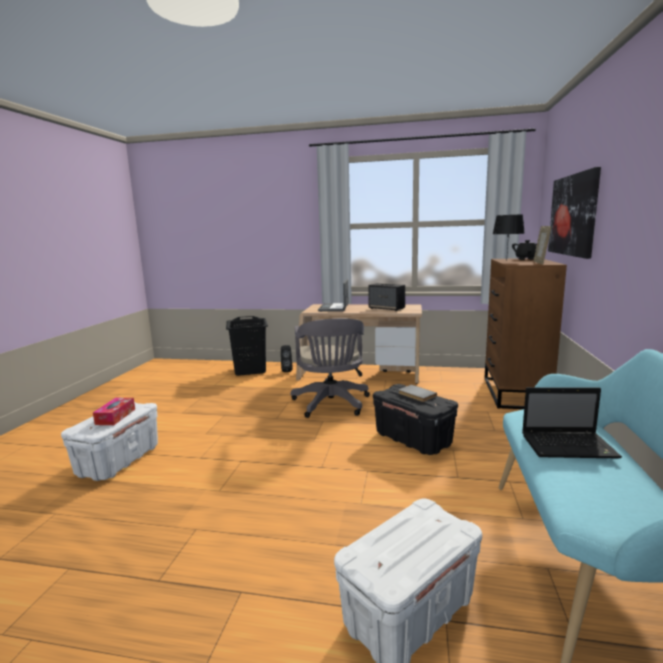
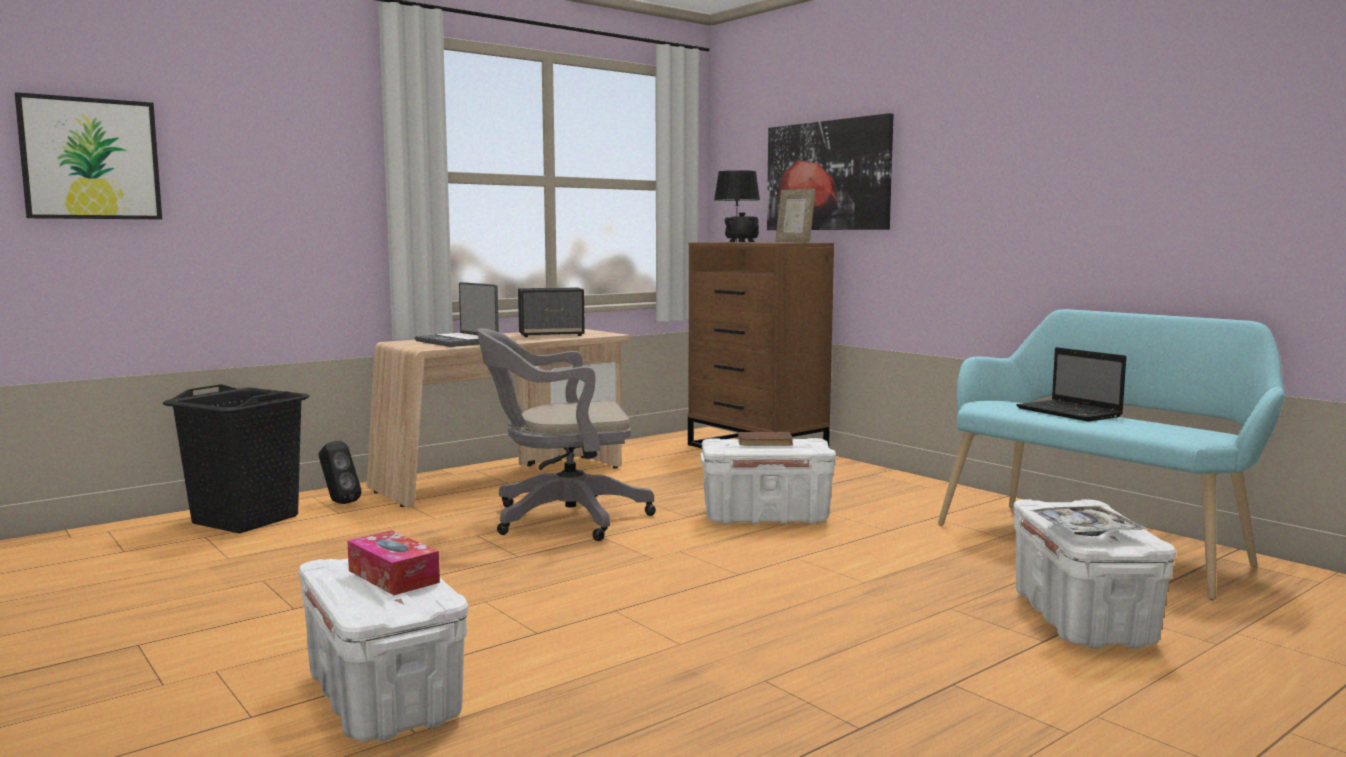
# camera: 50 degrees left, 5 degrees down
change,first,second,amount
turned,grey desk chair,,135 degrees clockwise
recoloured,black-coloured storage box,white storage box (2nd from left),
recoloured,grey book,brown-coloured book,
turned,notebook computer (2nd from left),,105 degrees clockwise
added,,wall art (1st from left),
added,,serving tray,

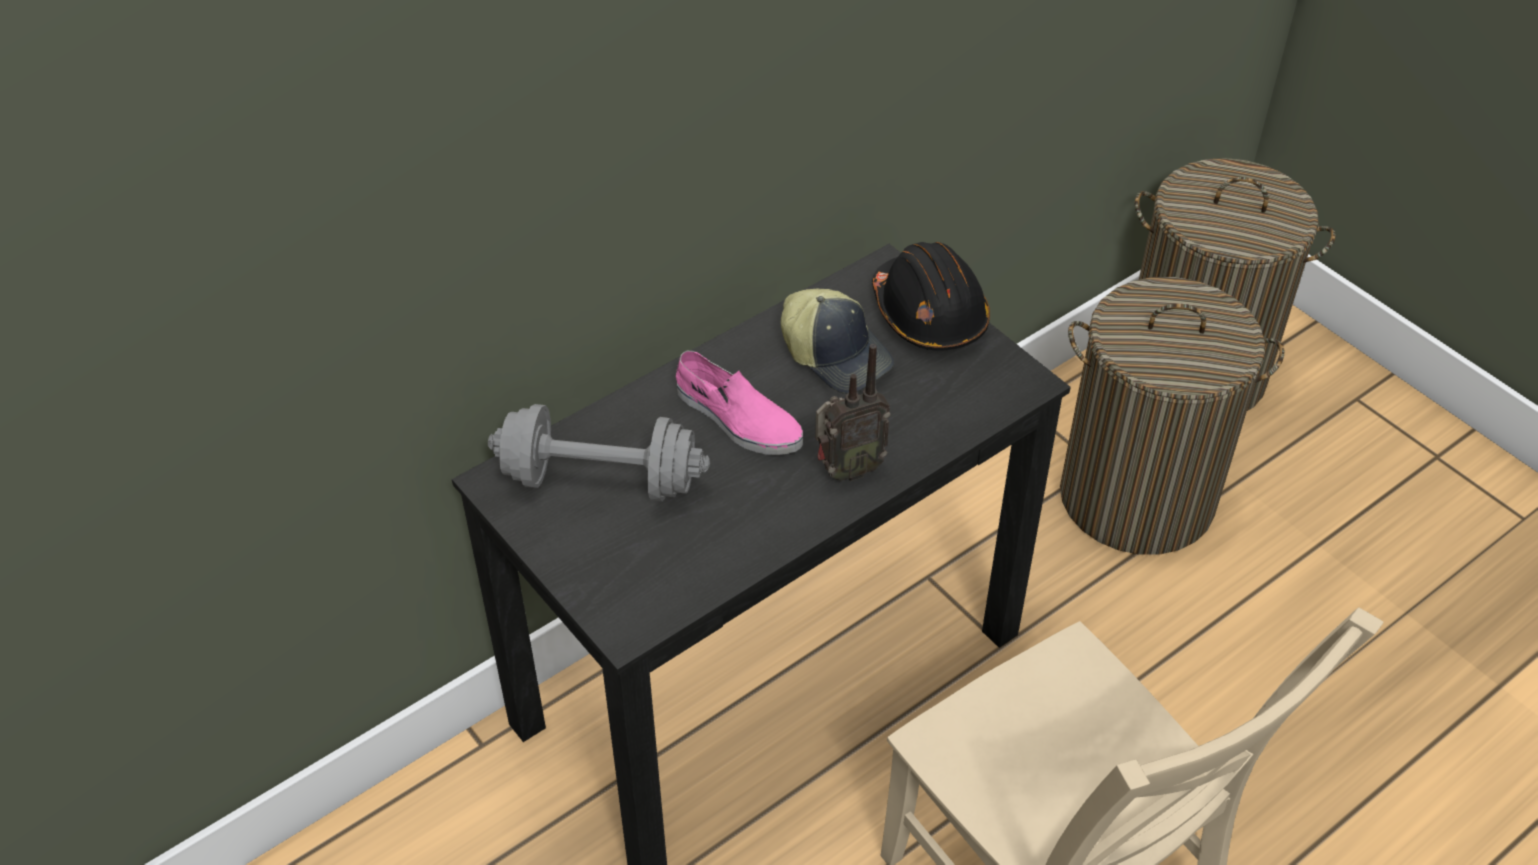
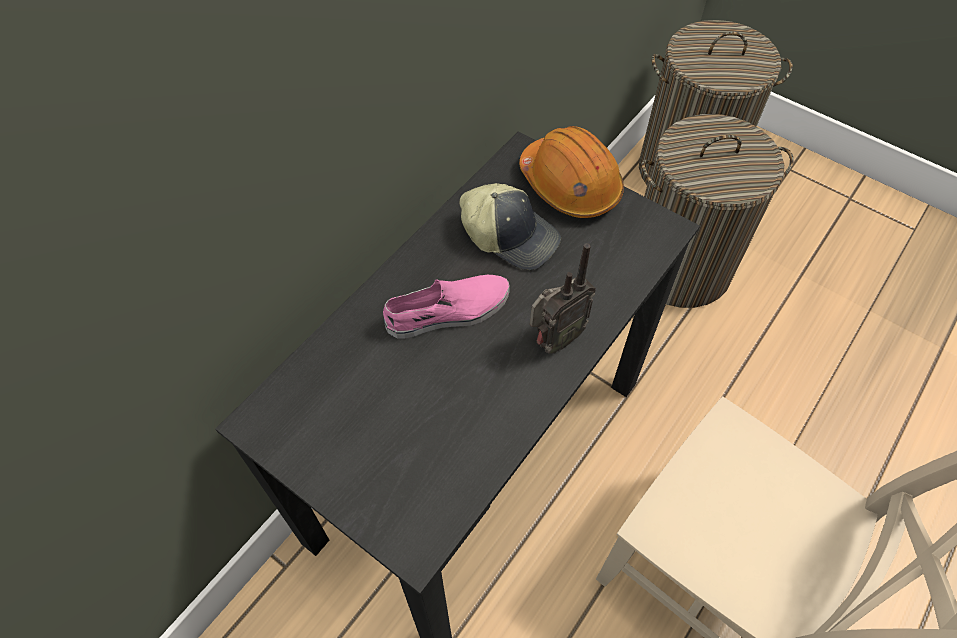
# camera: 15 degrees left, 10 degrees up
change,first,second,amount
recoloured,black-coloured work helmet,orange-coloured work helmet,
turned,pink low shoe,,45 degrees counterclockwise
removed,grey free weight,,

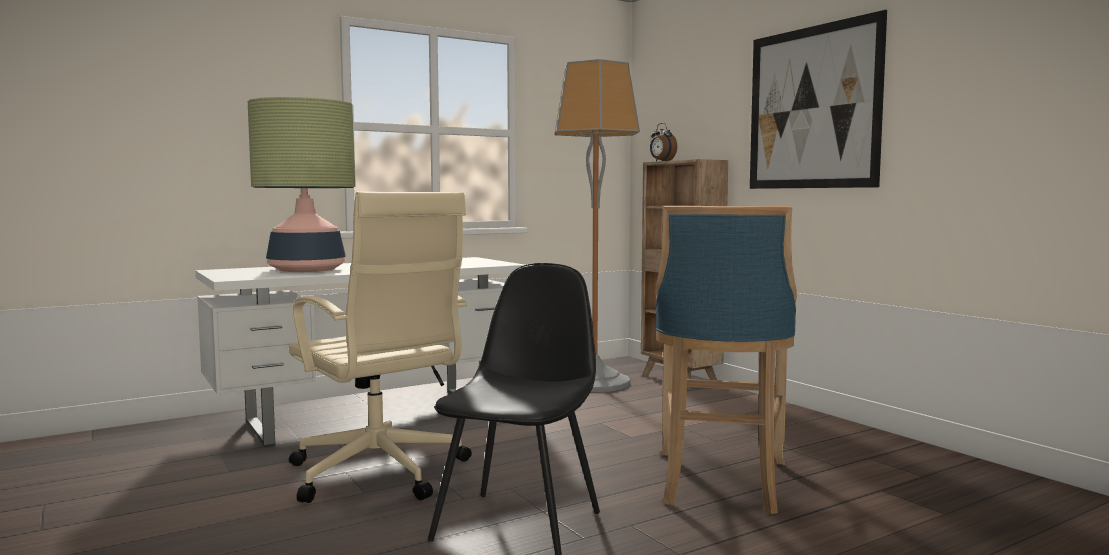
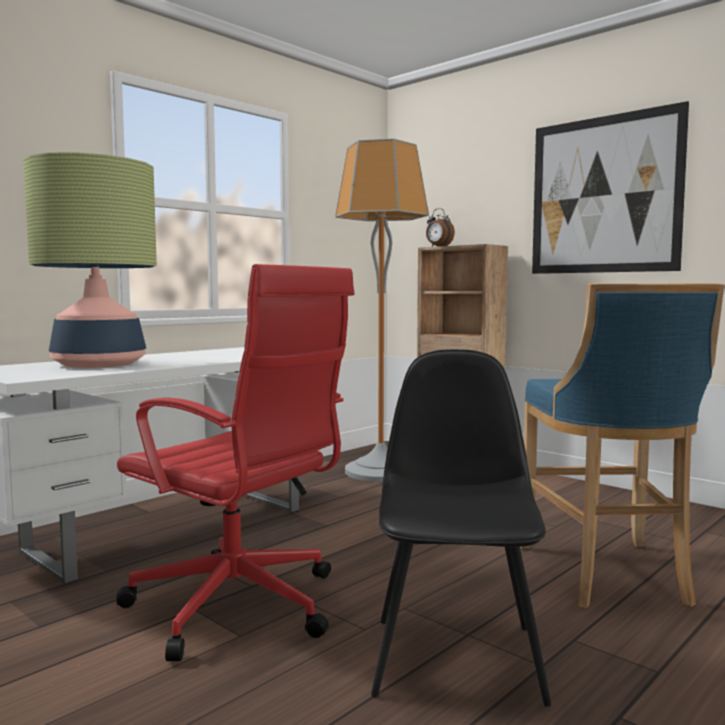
# camera: 15 degrees left, 0 degrees up
change,first,second,amount
recoloured,beige desk chair,reddish desk chair,

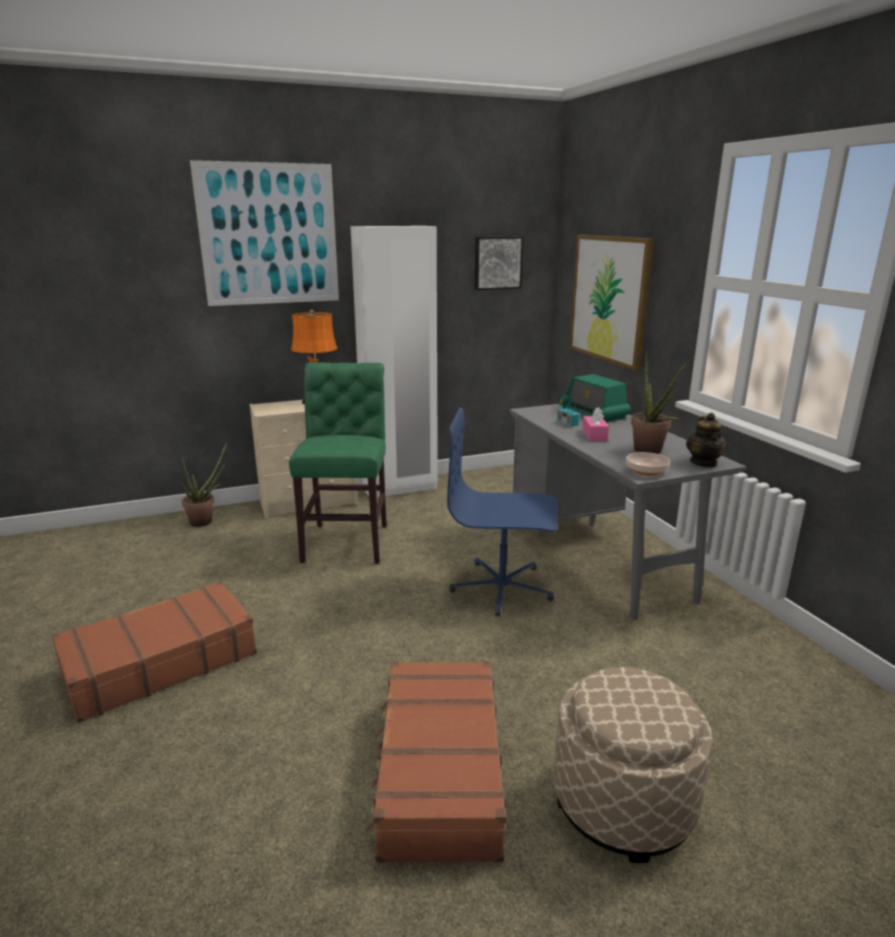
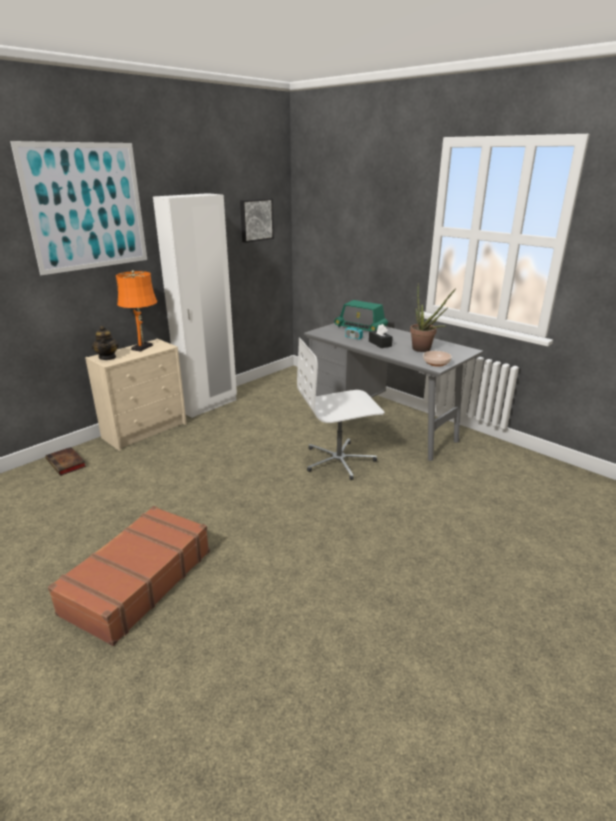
# camera: 25 degrees left, 5 degrees up
change,first,second,amount
removed,wall art (3rd from left),,
removed,greenish plain chair,,
recoloured,pink tissue holder,black-coloured tissue holder,
recoloured,bluish desk chair,white desk chair,
moved,pot for tea,,
replaced,houseplant (1st from left),book,
removed,brown-coloured suitcase (2nd from left),,
removed,beige pouffe,,

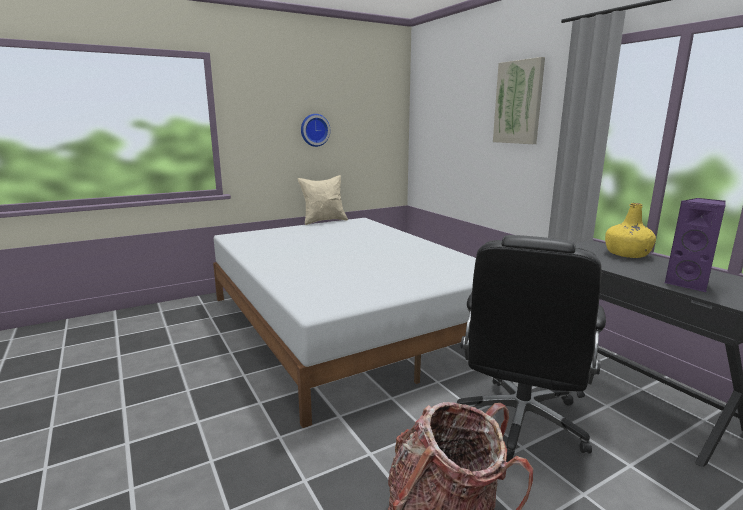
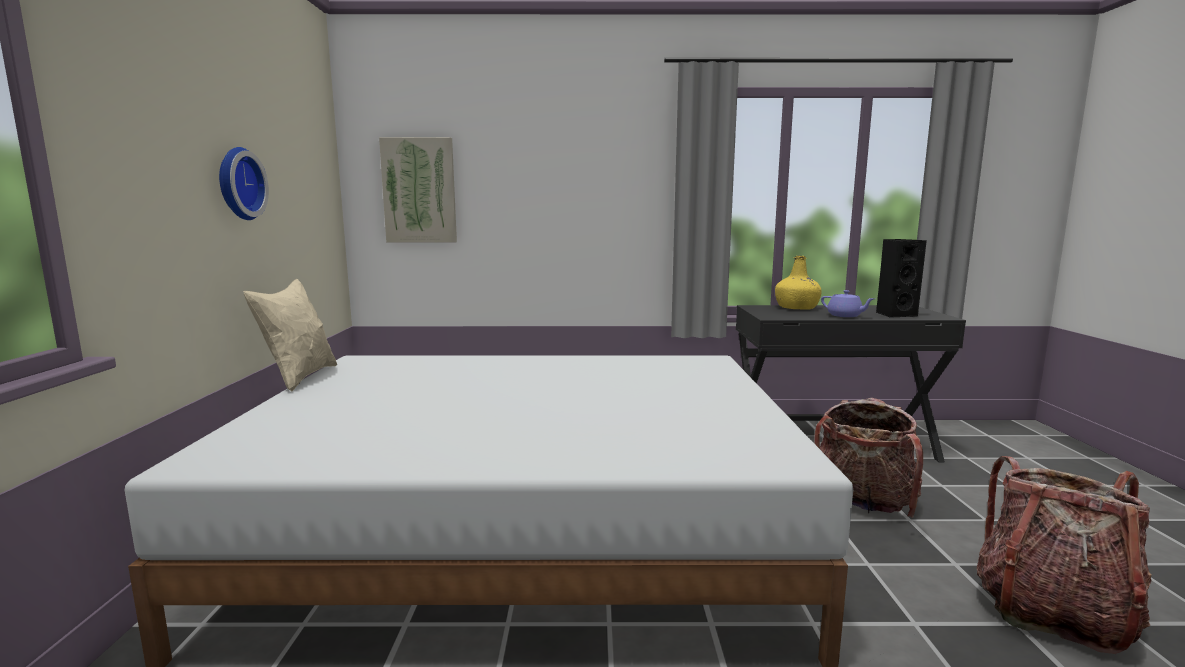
# camera: 60 degrees left, 5 degrees down
change,first,second,amount
moved,wall art,,
recoloured,purple-coloured audio speaker,black-coloured audio speaker,
replaced,black-coloured desk chair,rucksack (1st from left),
added,,purple-coloured pot for tea,

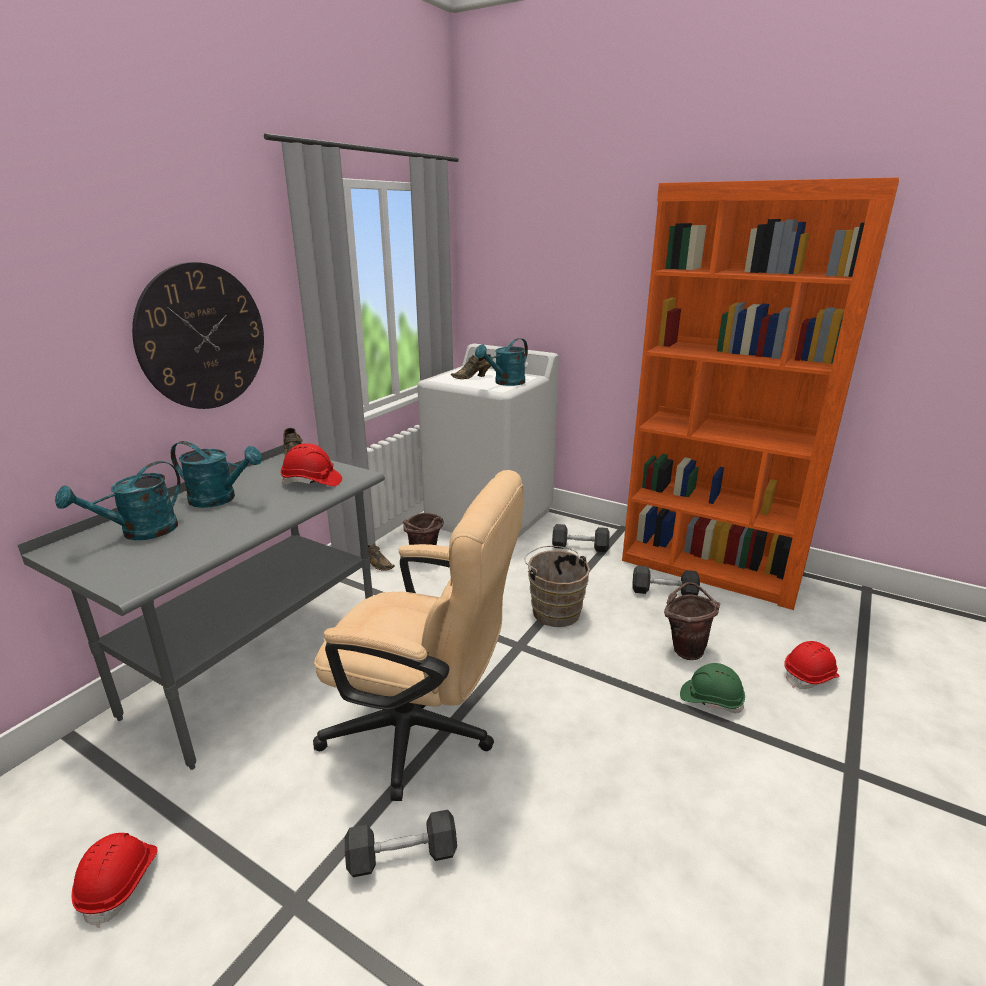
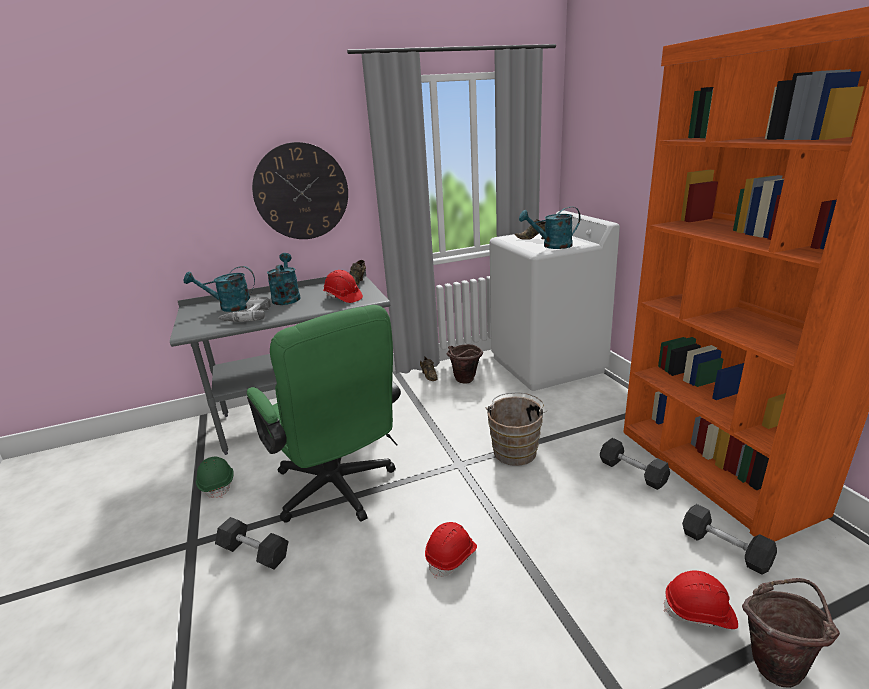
# camera: 40 degrees right, 0 degrees up
change,first,second,amount
turned,turquoise sprinkling can (2nd from left),,150 degrees counterclockwise
recoloured,beige desk chair,greenish desk chair,
moved,grey free weight (2nd from left in the first image),grey free weight (3rd from left),
moved,brown-coloured bucket (3rd from left),,
moved,greenish work helmet,,
moved,reddish work helmet (1st from left in the first image),reddish work helmet (2nd from left),
added,,electric drill,

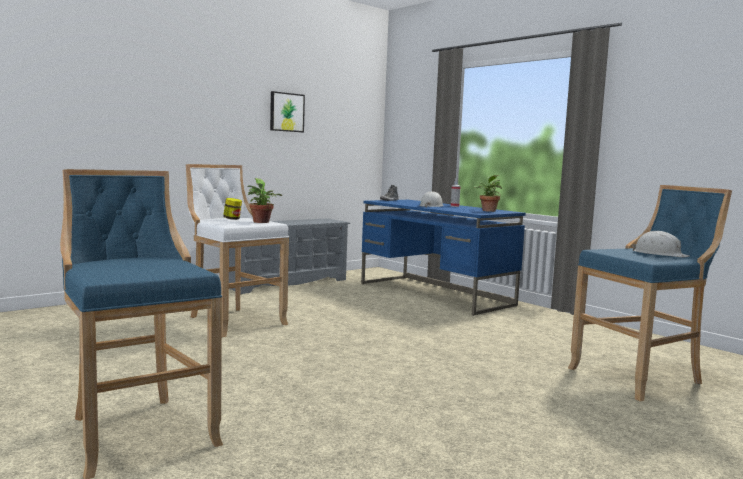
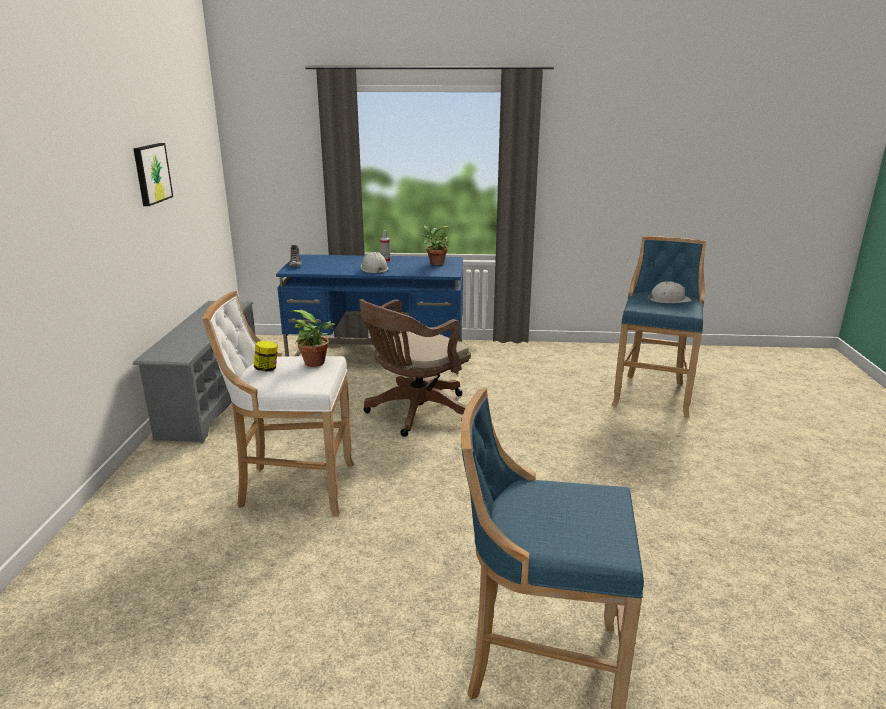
# camera: 45 degrees left, 15 degrees up
change,first,second,amount
added,,brown-coloured desk chair,

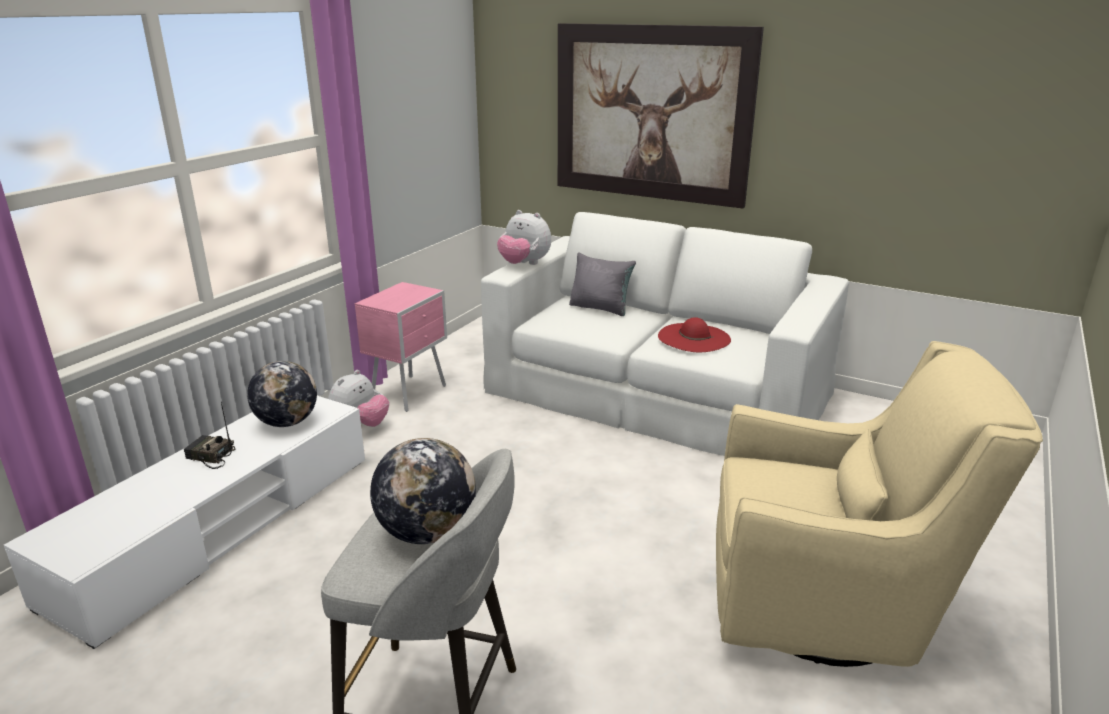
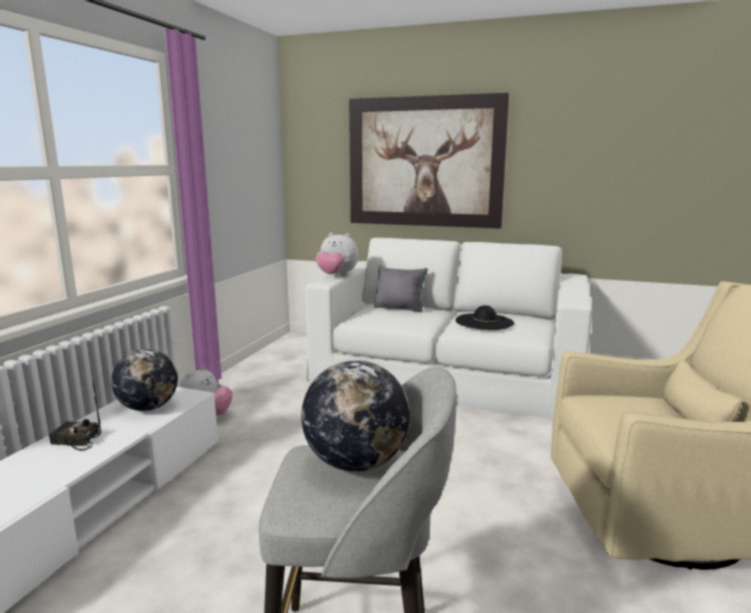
# camera: 10 degrees left, 10 degrees down
change,first,second,amount
removed,pink nightstand,,
recoloured,reddish wearable hat,black-coloured wearable hat,

